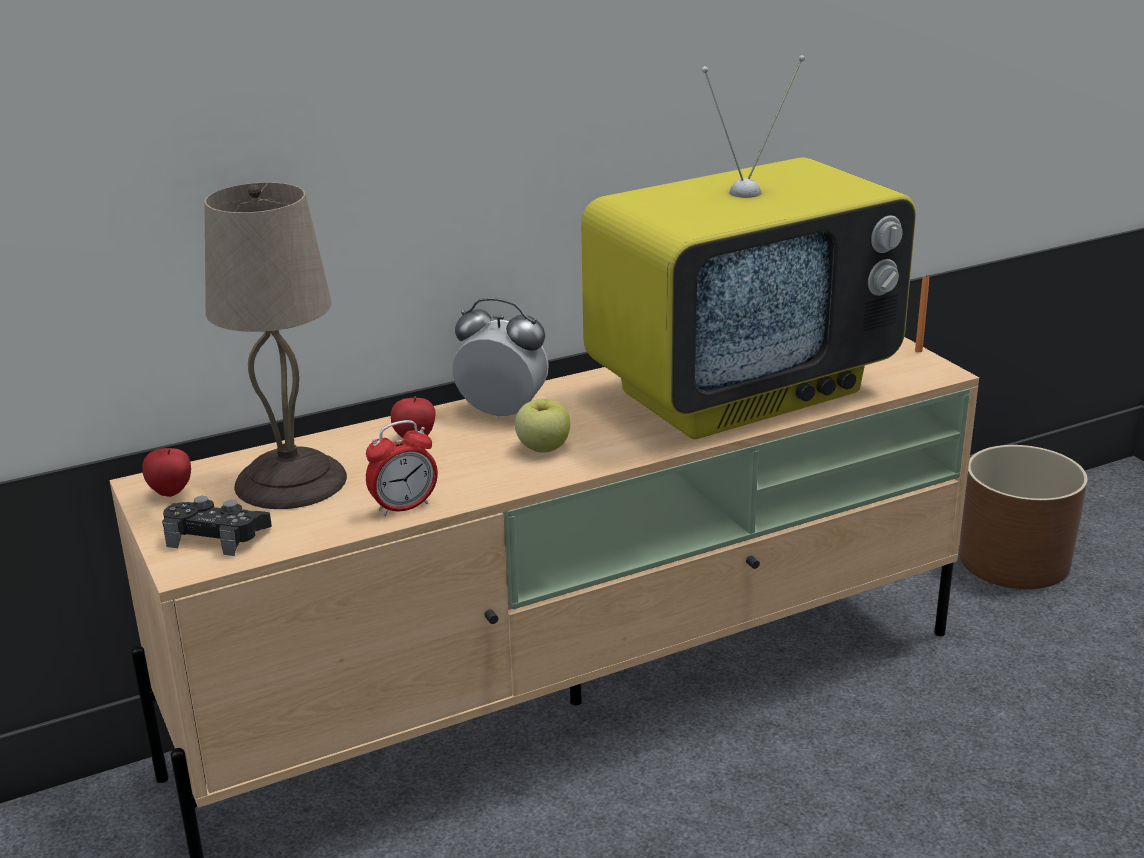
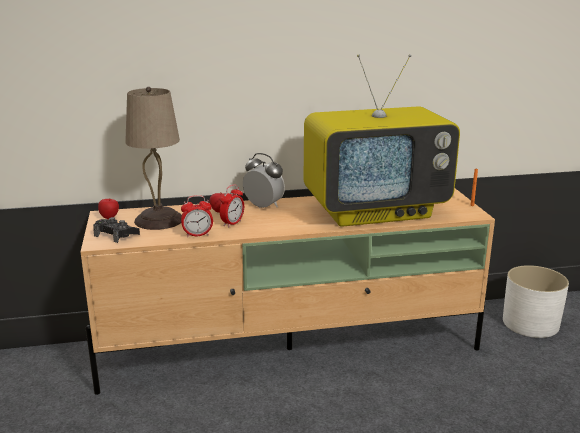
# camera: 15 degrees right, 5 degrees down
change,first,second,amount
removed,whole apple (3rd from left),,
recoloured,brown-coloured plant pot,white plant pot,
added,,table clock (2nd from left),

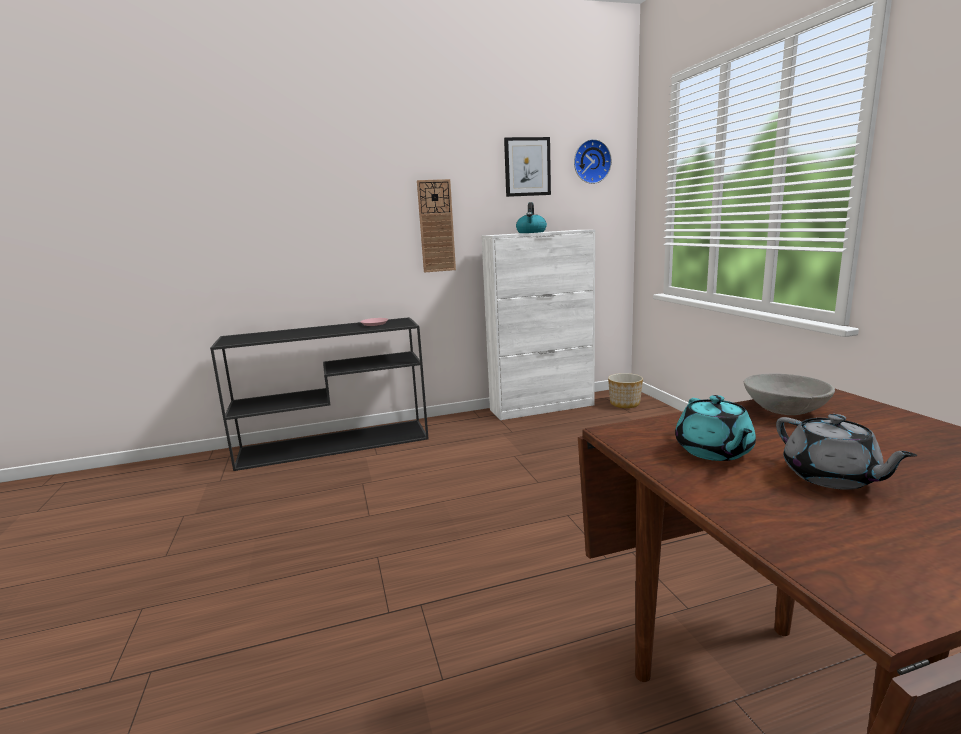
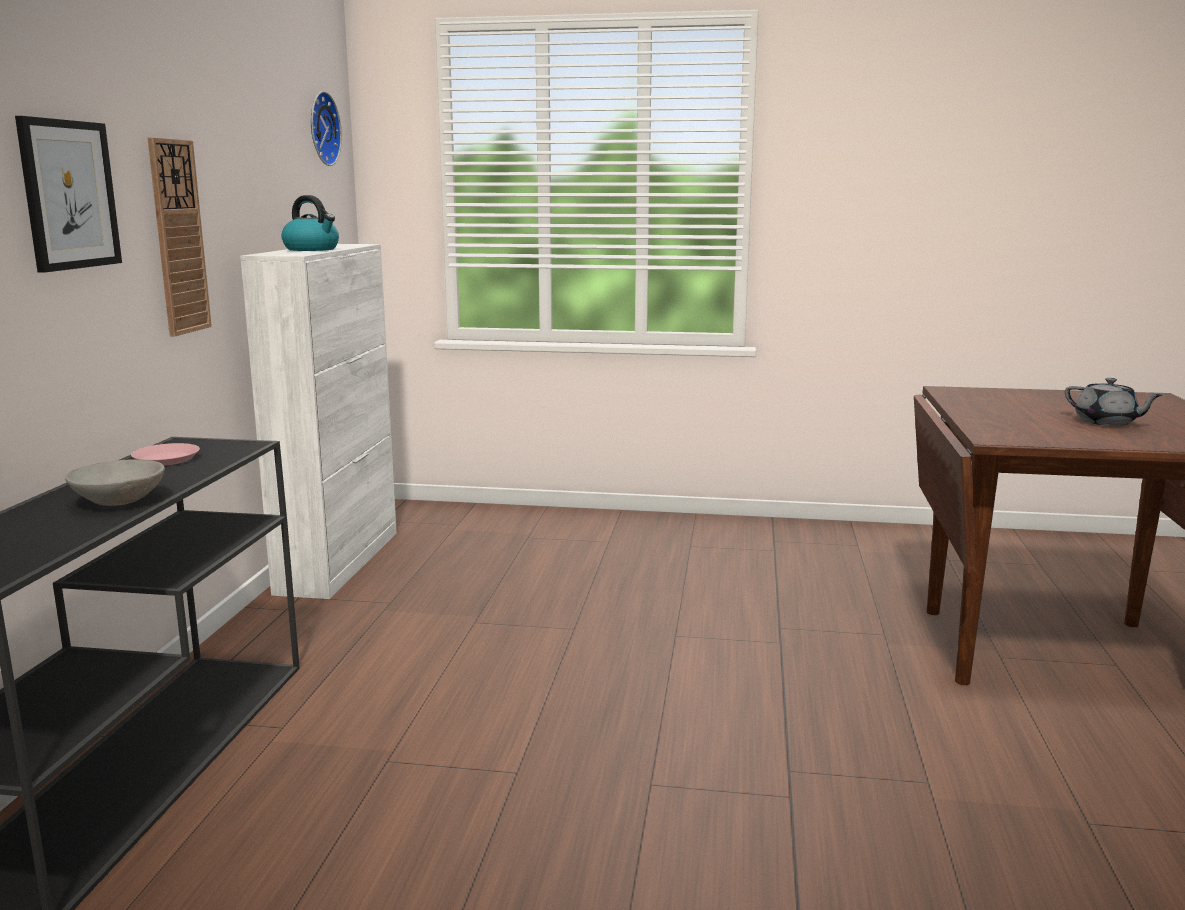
# camera: 65 degrees left, 0 degrees up
change,first,second,amount
moved,wall art,,
removed,plant pot,,
moved,grey bowl,,
removed,turquoise pot for tea,,
turned,grey pot for tea,,45 degrees clockwise

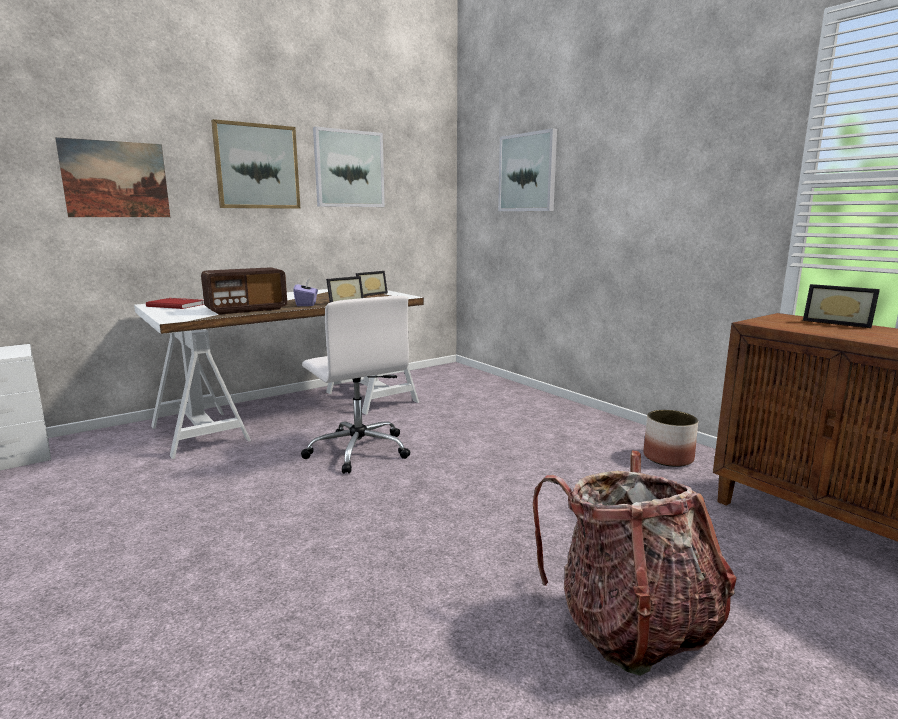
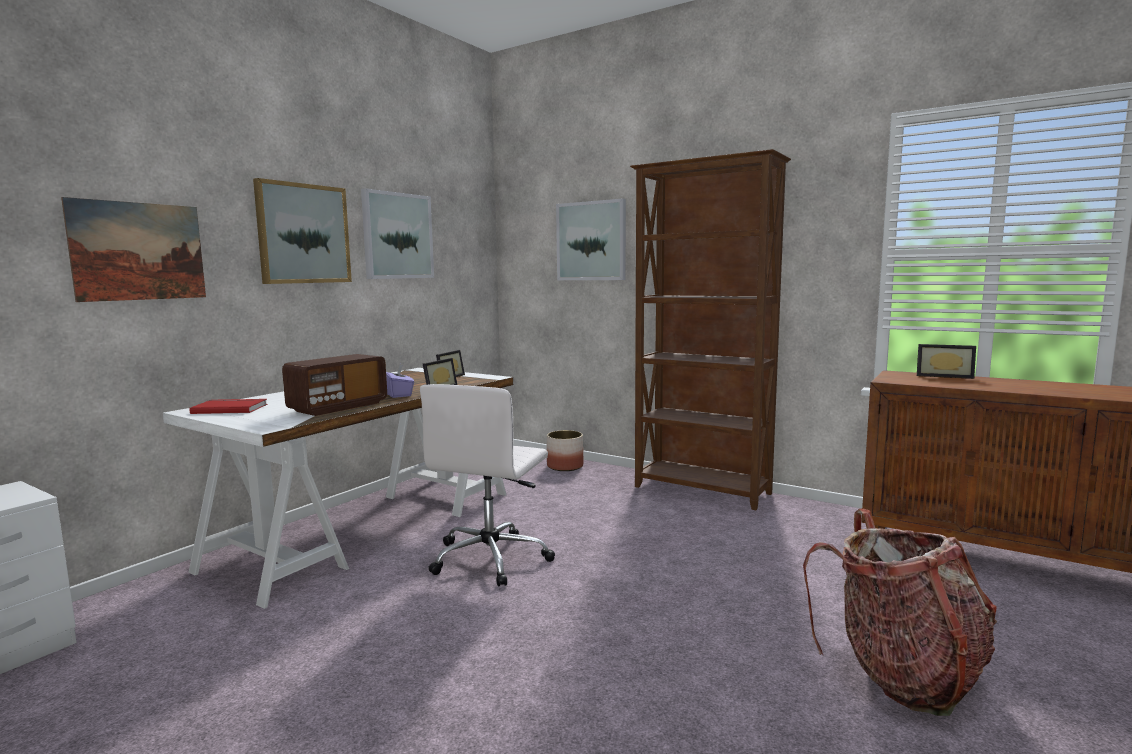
# camera: 20 degrees left, 5 degrees down
change,first,second,amount
turned,white desk chair,,75 degrees clockwise
moved,plant pot,,
added,,brown-coloured shelving unit,

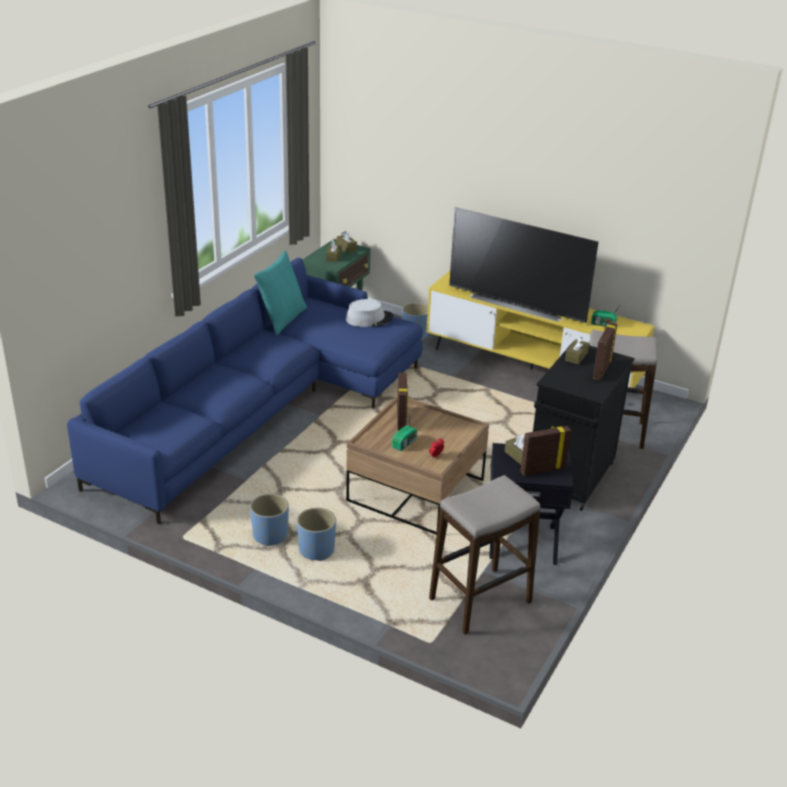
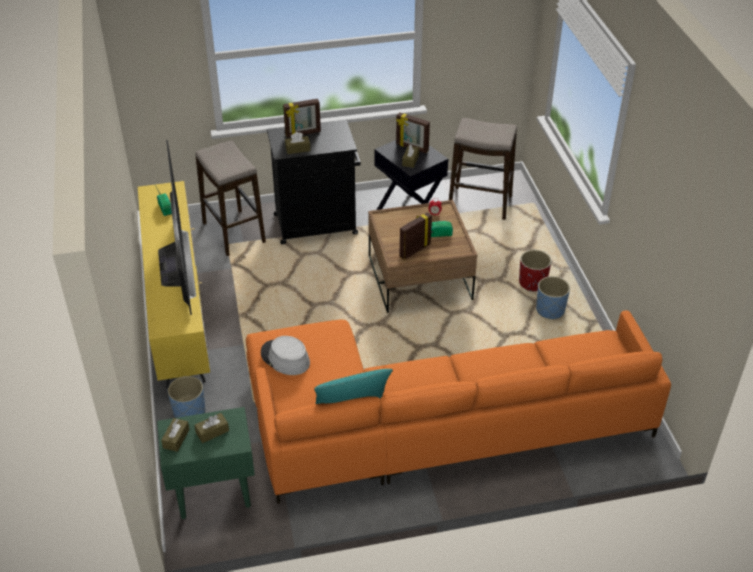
# camera: 130 degrees left, 10 degrees up
change,first,second,amount
recoloured,bluish couch,orange-coloured couch,
recoloured,bluish plant pot (2nd from left),reddish plant pot,

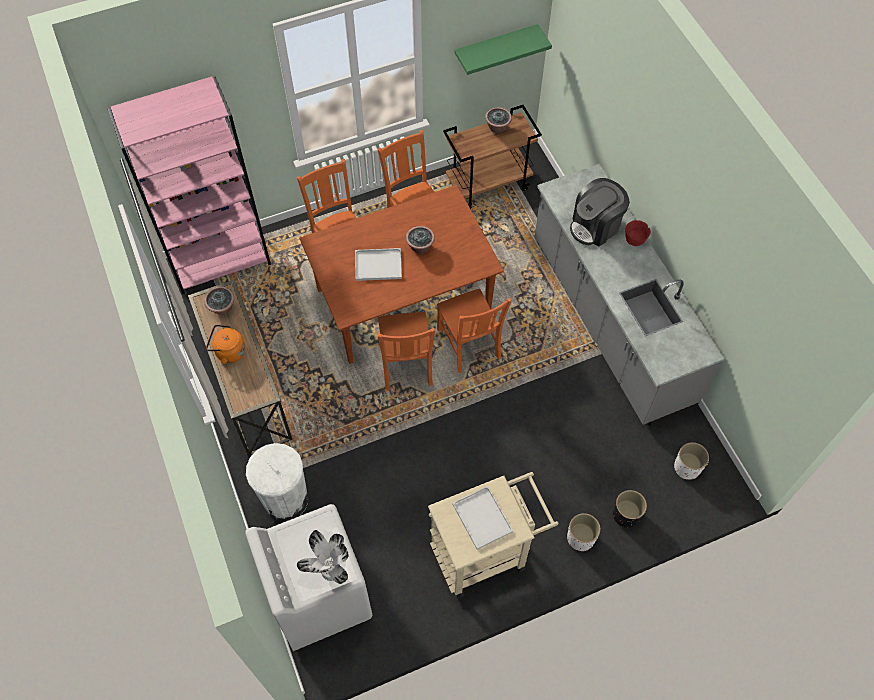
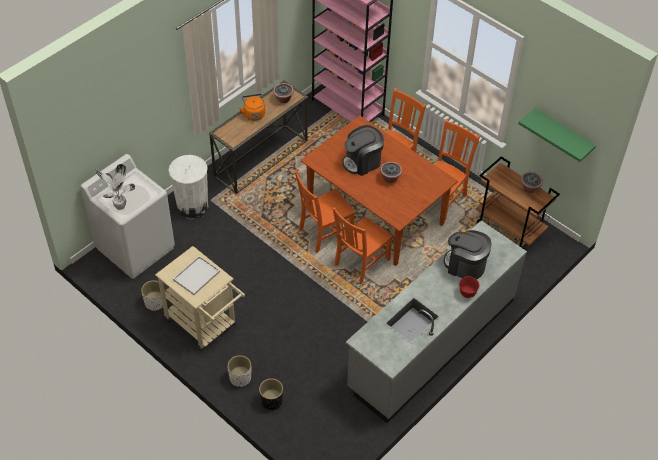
# camera: 65 degrees right, 10 degrees down
change,first,second,amount
replaced,white serving tray (1st from left),coffee maker (1st from left),
moved,white plant pot (2nd from left in the first image),white plant pot (1st from left),

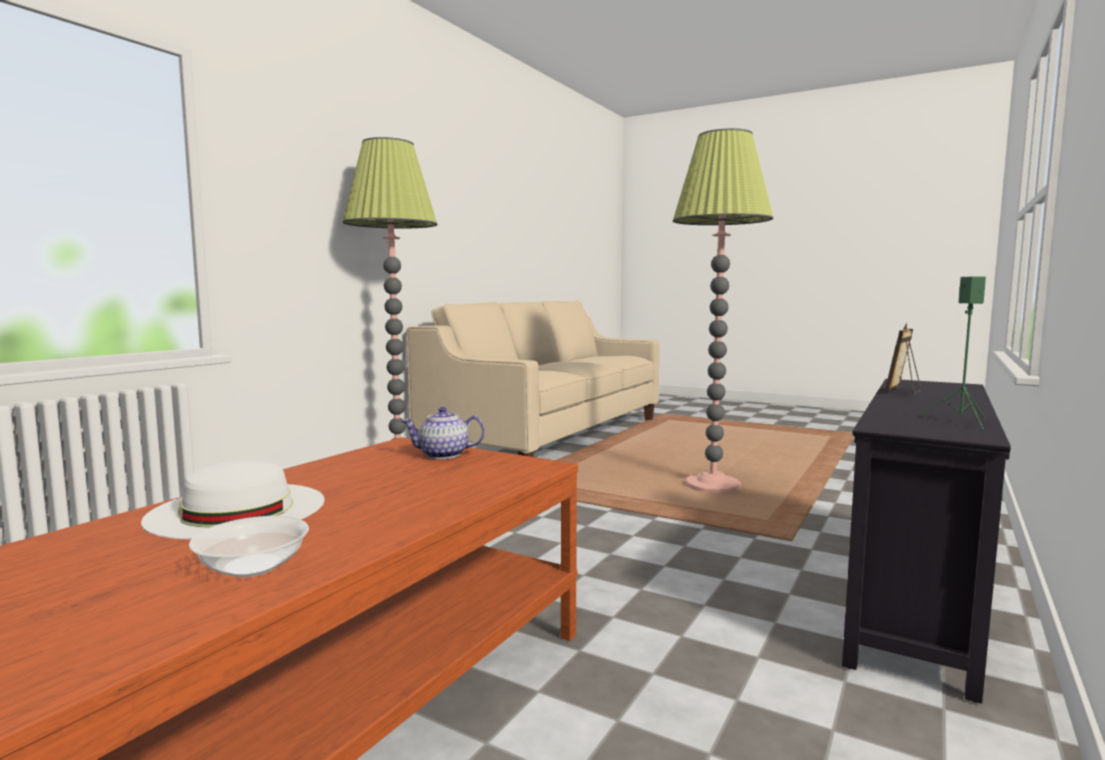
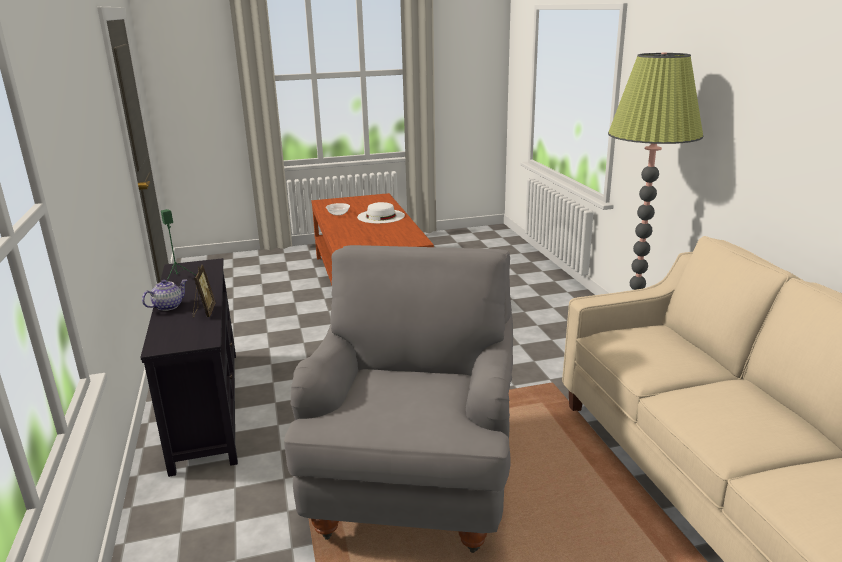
# camera: 135 degrees right, 15 degrees up
change,first,second,amount
replaced,standing lamp (2nd from left),grey armchair,
moved,pot for tea,,

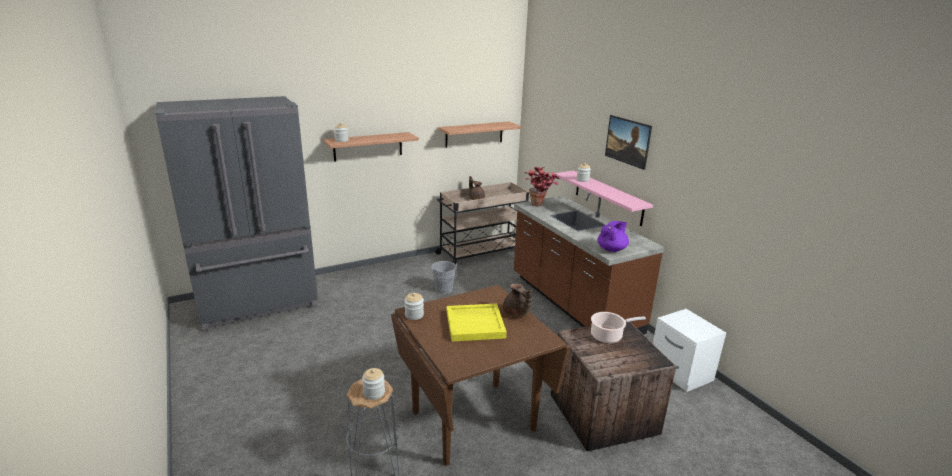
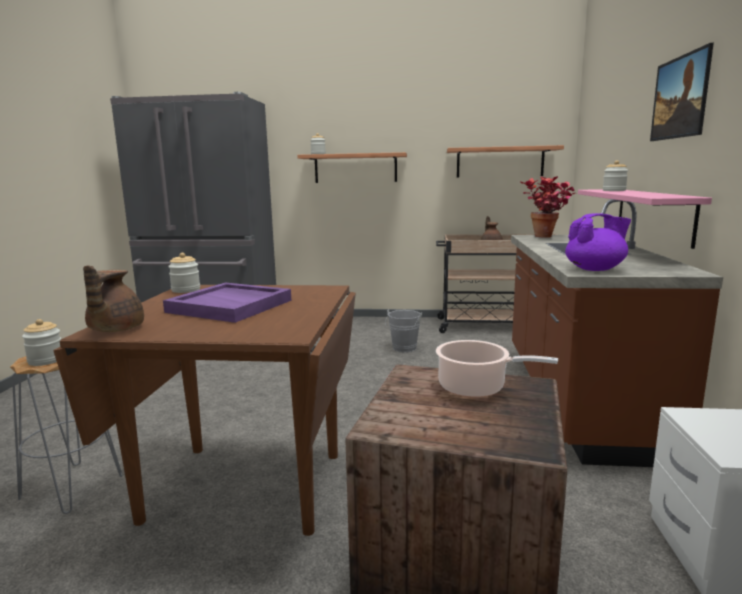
# camera: 35 degrees right, 10 degrees down
change,first,second,amount
moved,brown-coloured pot for tea (2nd from left in the first image),brown-coloured pot for tea (1st from left),
recoloured,yellow-coloured serving tray,purple-coloured serving tray,

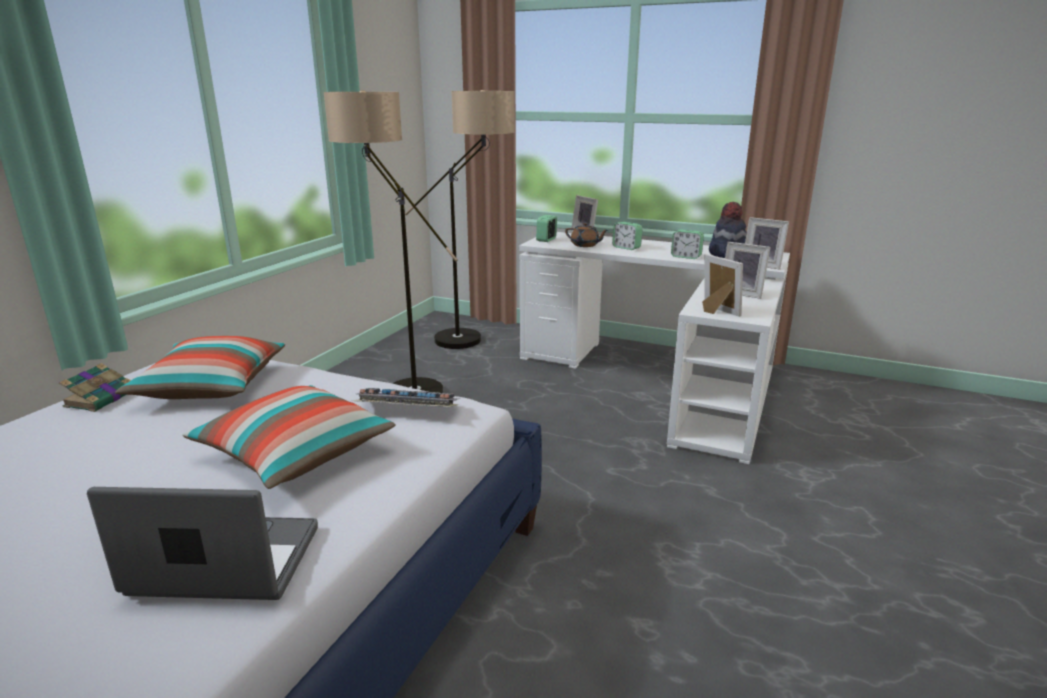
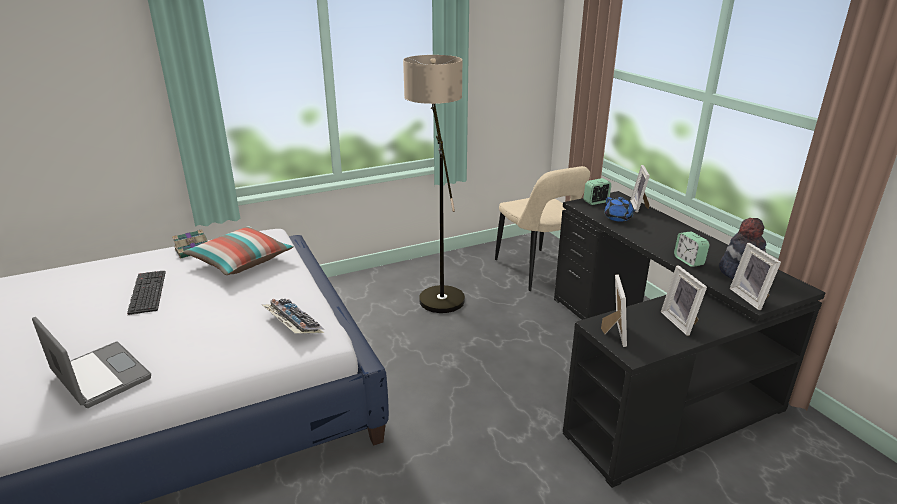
# camera: 40 degrees right, 5 degrees up
change,first,second,amount
replaced,standing lamp (2nd from left),beige plain chair,
removed,table clock (2nd from left),,
recoloured,brown-coloured pot for tea,bluish pot for tea,
recoloured,white desk unit,black-coloured desk unit,
removed,cushion (2nd from left),,
added,,keyboard (1st from left),

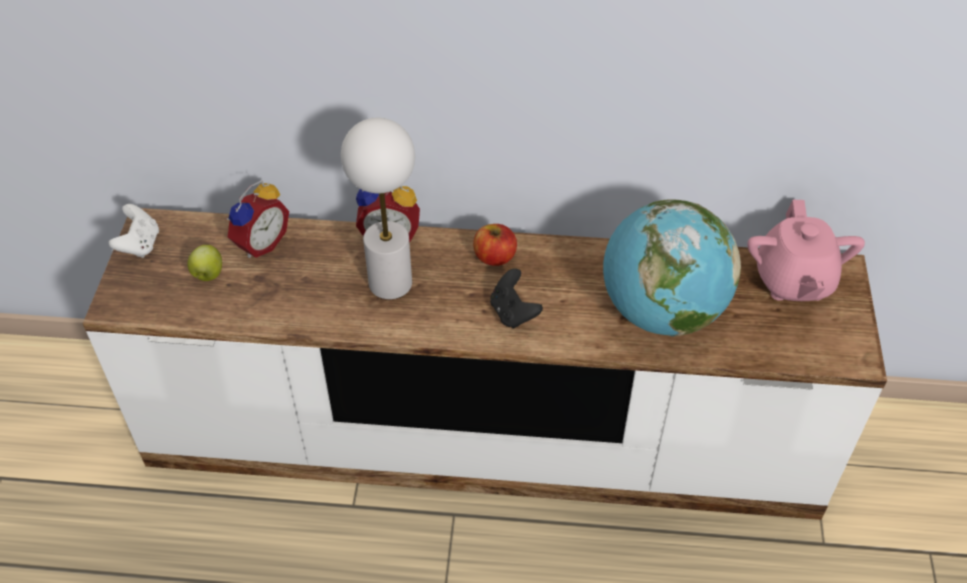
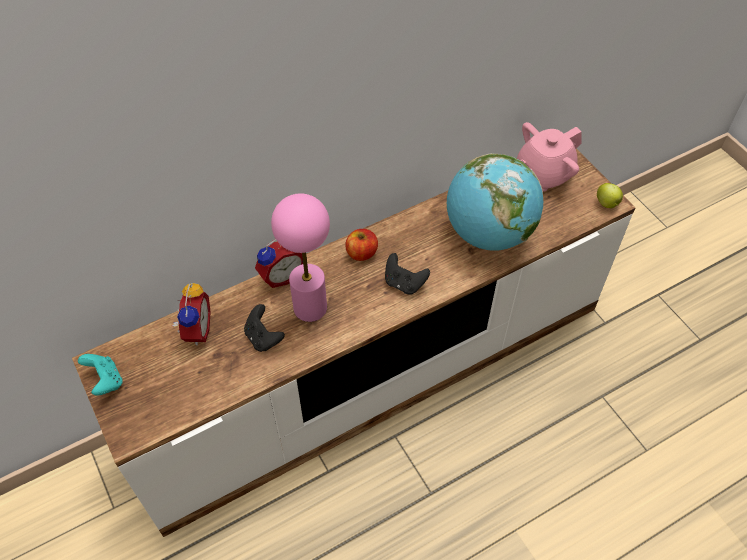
# camera: 35 degrees left, 5 degrees up
change,first,second,amount
recoloured,white lamp for a table,pink lamp for a table,
turned,pink pot for tea,,90 degrees clockwise
recoloured,white game controller,turquoise game controller,
moved,whole apple (1st from left in the first image),whole apple (2nd from left),
added,,black-coloured game controller (1st from left),

